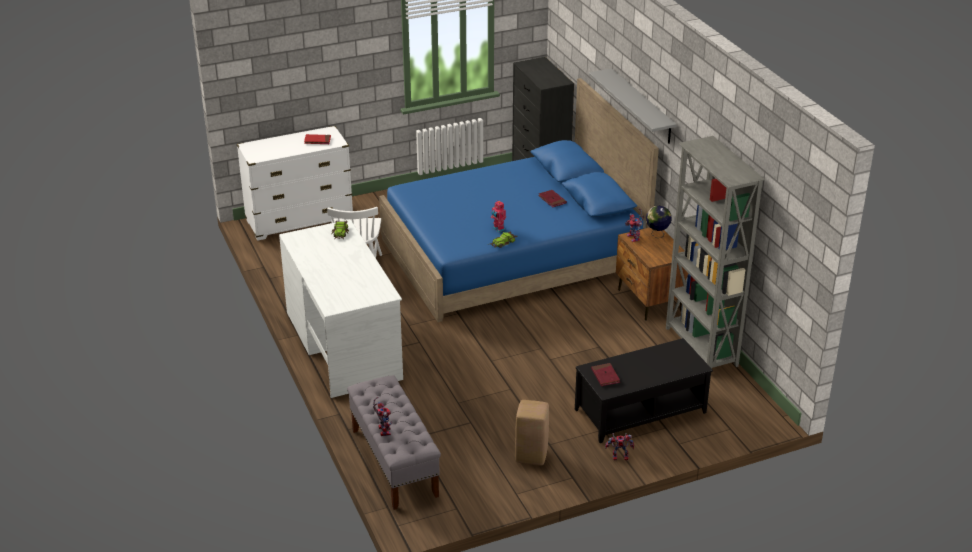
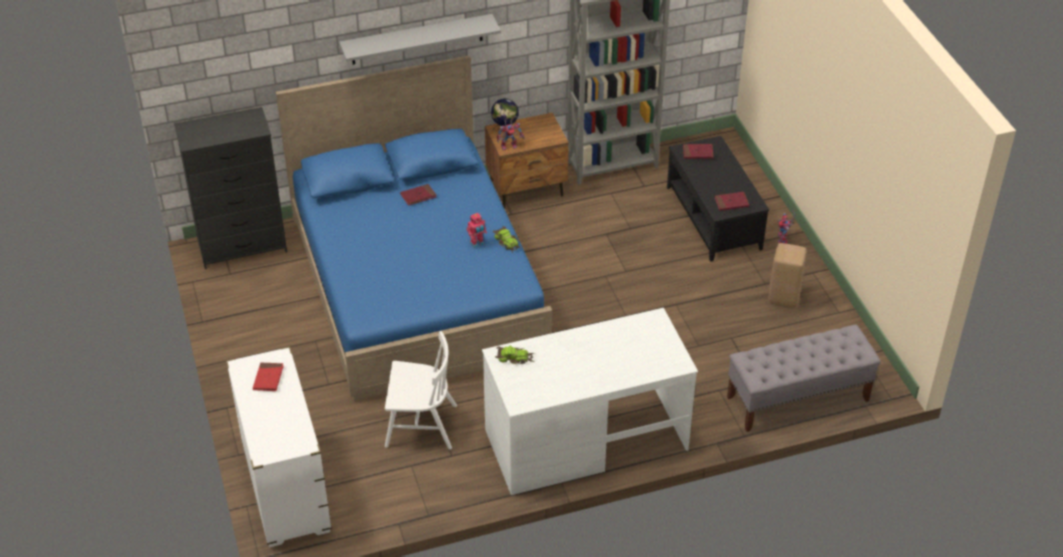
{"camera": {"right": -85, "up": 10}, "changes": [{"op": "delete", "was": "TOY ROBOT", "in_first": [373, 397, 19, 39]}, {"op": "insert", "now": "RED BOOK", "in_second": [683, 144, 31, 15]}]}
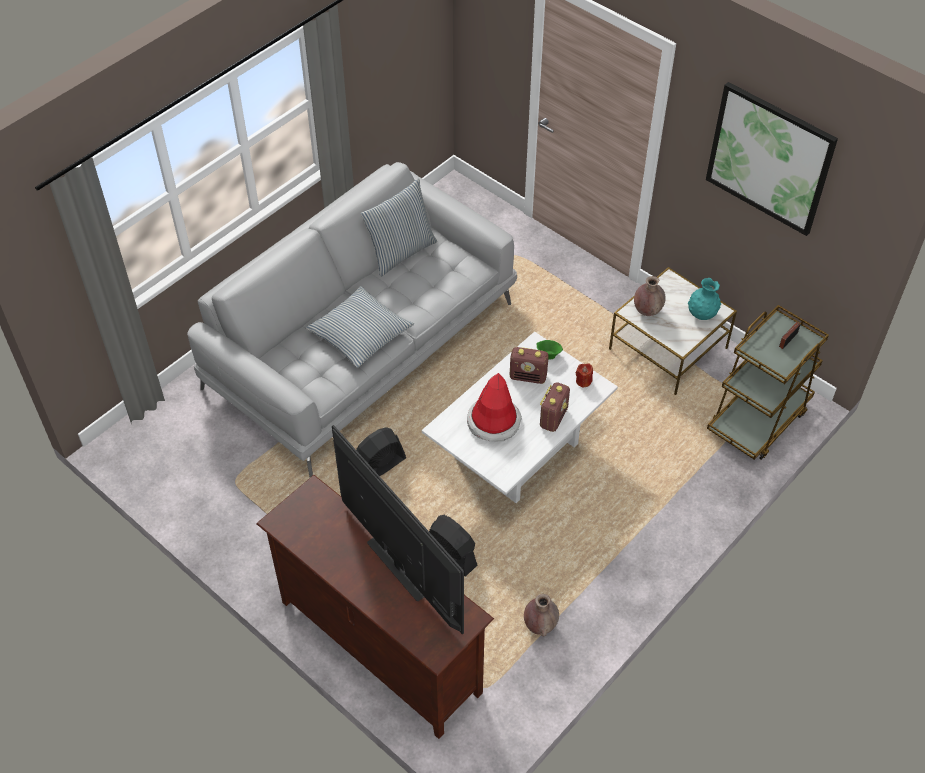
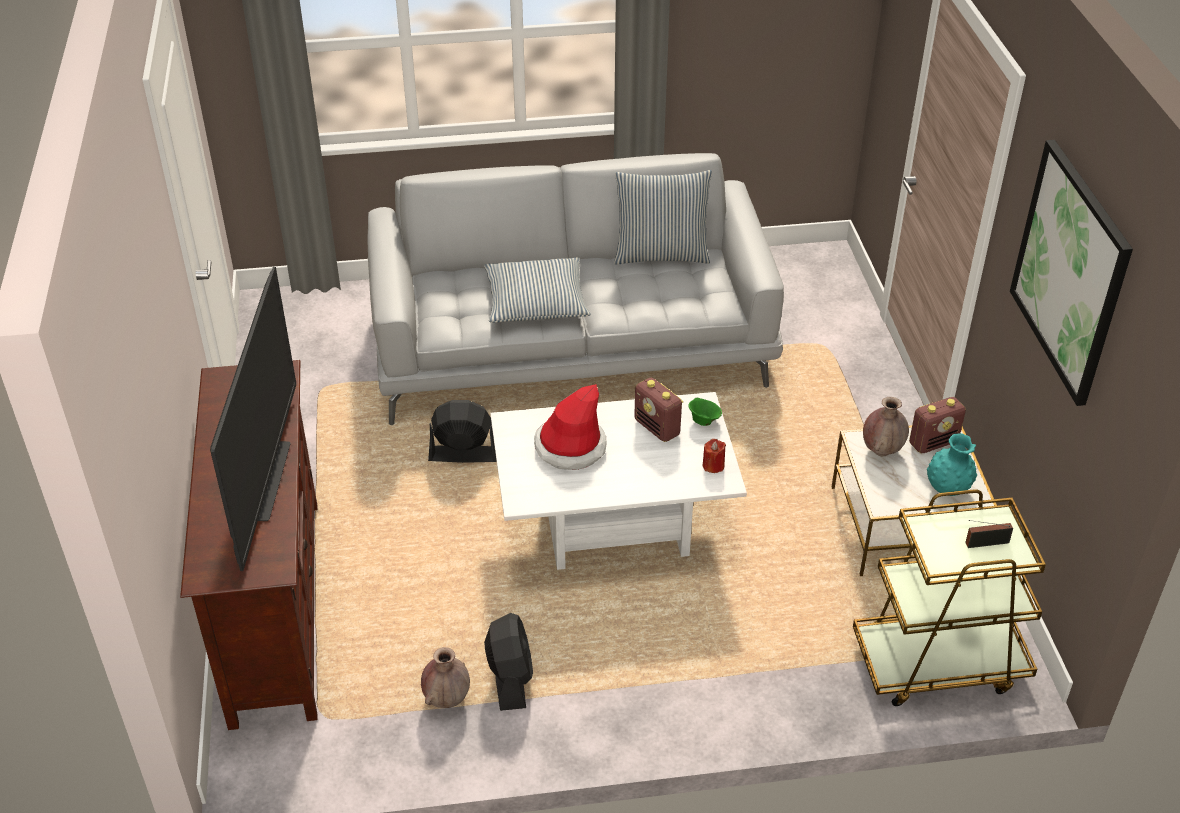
{"camera": {"right": 40, "up": -10}, "changes": [{"op": "move", "was": "RADIO", "in_first": [540, 382, 30, 50], "in_second": [909, 397, 57, 56]}, {"op": "move", "was": "BLACK FAN", "in_first": [429, 515, 48, 62], "in_second": [484, 613, 49, 98]}]}
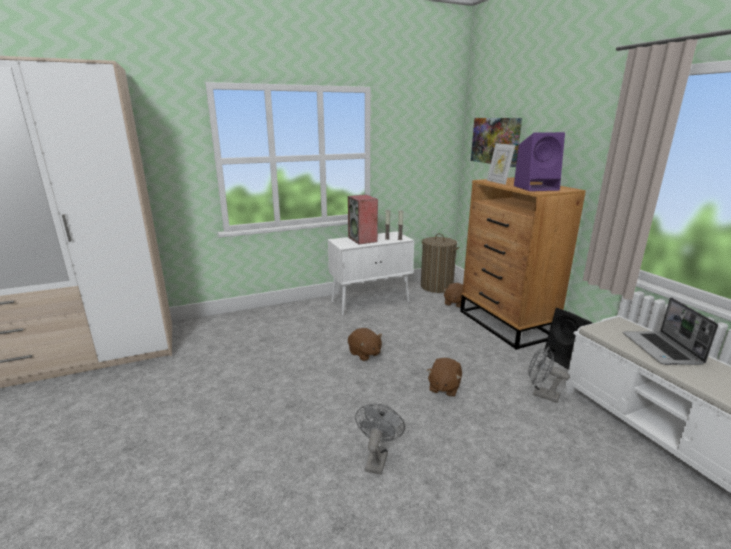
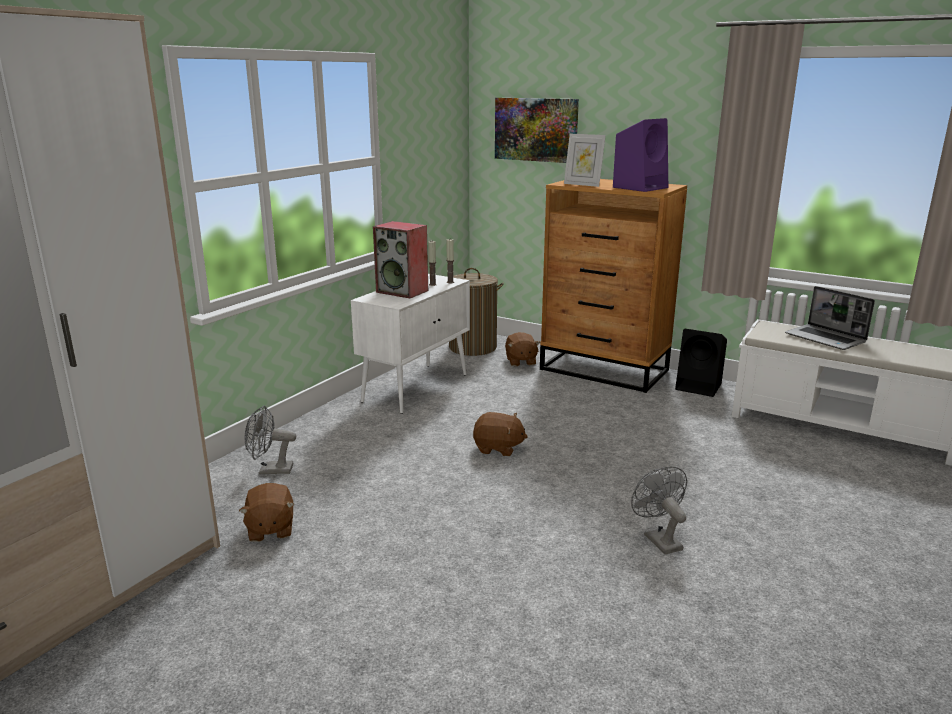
{"camera": {"right": -35, "up": 0}, "changes": [{"op": "move", "was": "GREY FAN", "in_first": [528, 347, 42, 56], "in_second": [244, 405, 52, 69]}, {"op": "move", "was": "BROWN PLUSH TOY", "in_first": [427, 358, 35, 39], "in_second": [239, 483, 55, 59]}]}
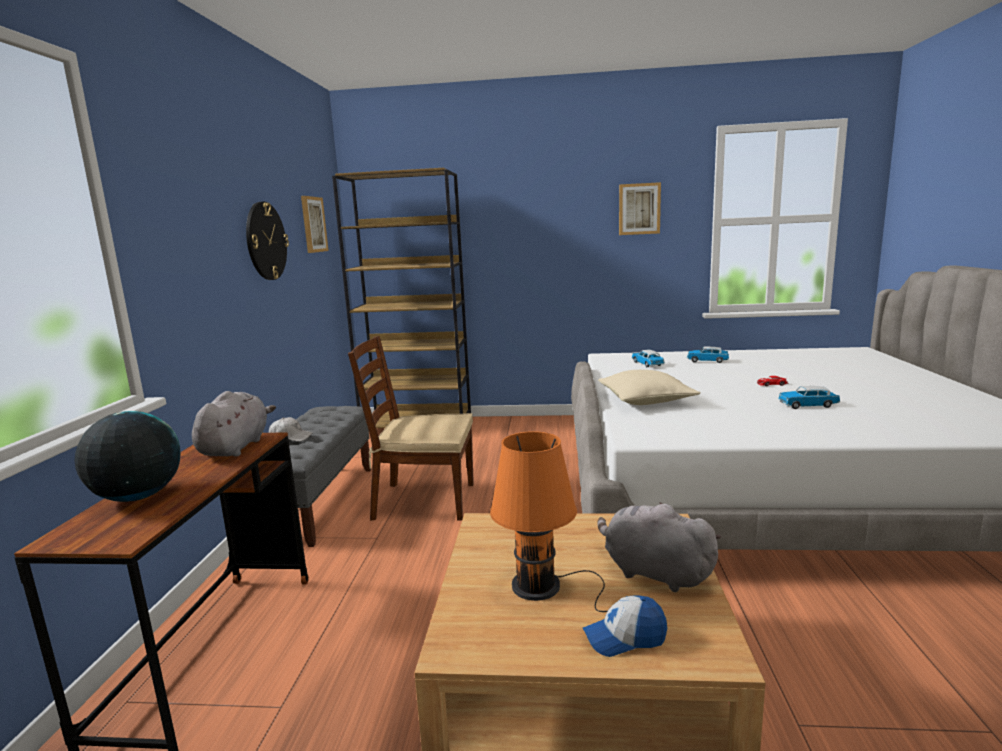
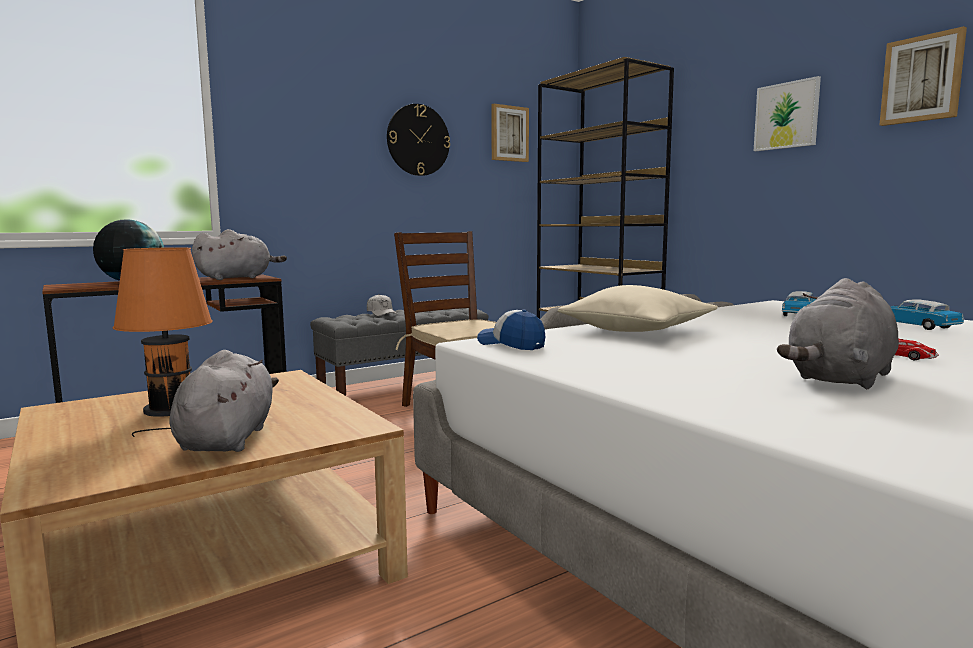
{"camera": {"right": 50, "up": -5}, "changes": [{"op": "replace", "was": "TOY CAR", "now": "GREY PLUSH TOY", "in_first": [778, 386, 62, 23], "in_second": [777, 278, 122, 111]}, {"op": "move", "was": "CAP", "in_first": [583, 595, 84, 62], "in_second": [477, 309, 68, 41]}, {"op": "insert", "now": "PICTURE", "in_second": [754, 76, 67, 75]}]}
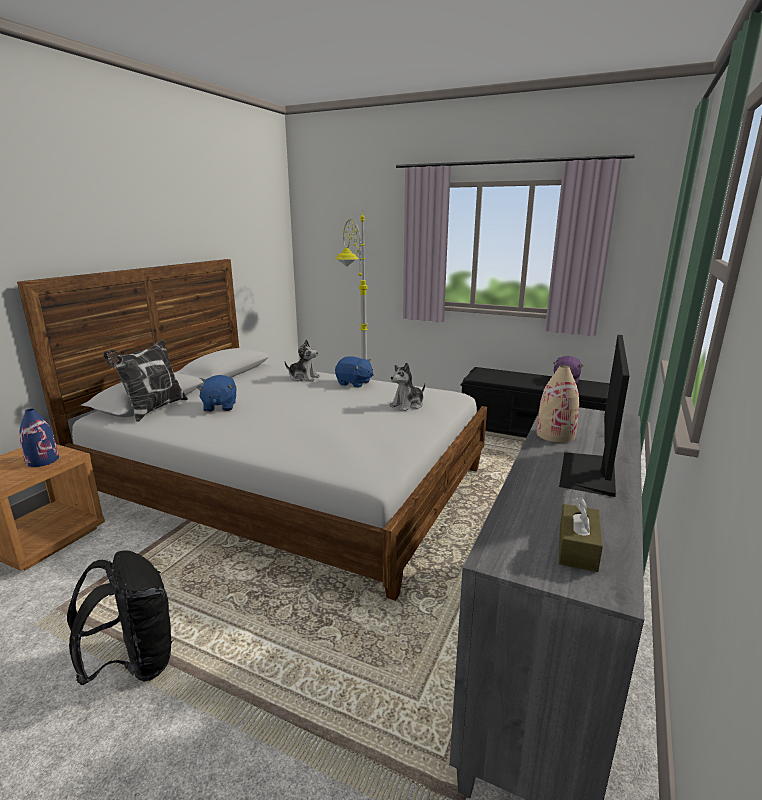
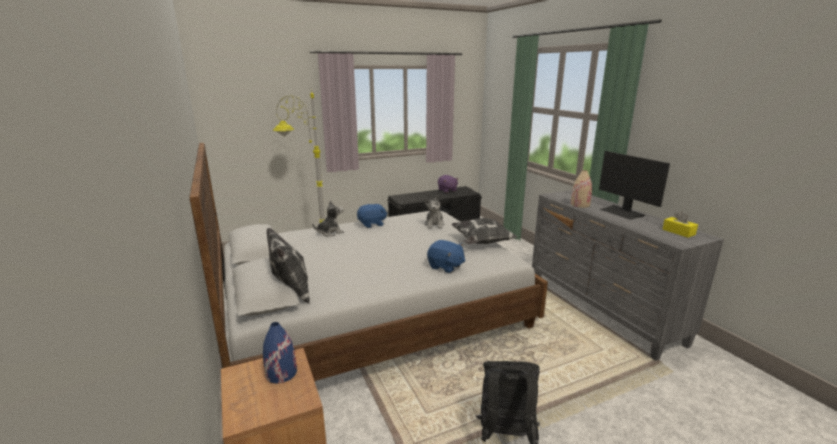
{"camera": {"right": -50, "up": 0}, "changes": [{"op": "move", "was": "BLUE PLUSH TOY", "in_first": [197, 375, 39, 37], "in_second": [427, 240, 38, 33]}, {"op": "recolor", "was": "BROWN TISSUE BOX", "now": "YELLOW TISSUE BOX", "in_first": [559, 497, 44, 75], "in_second": [662, 211, 36, 27]}, {"op": "insert", "now": "PILLOW", "in_second": [451, 218, 67, 26]}]}
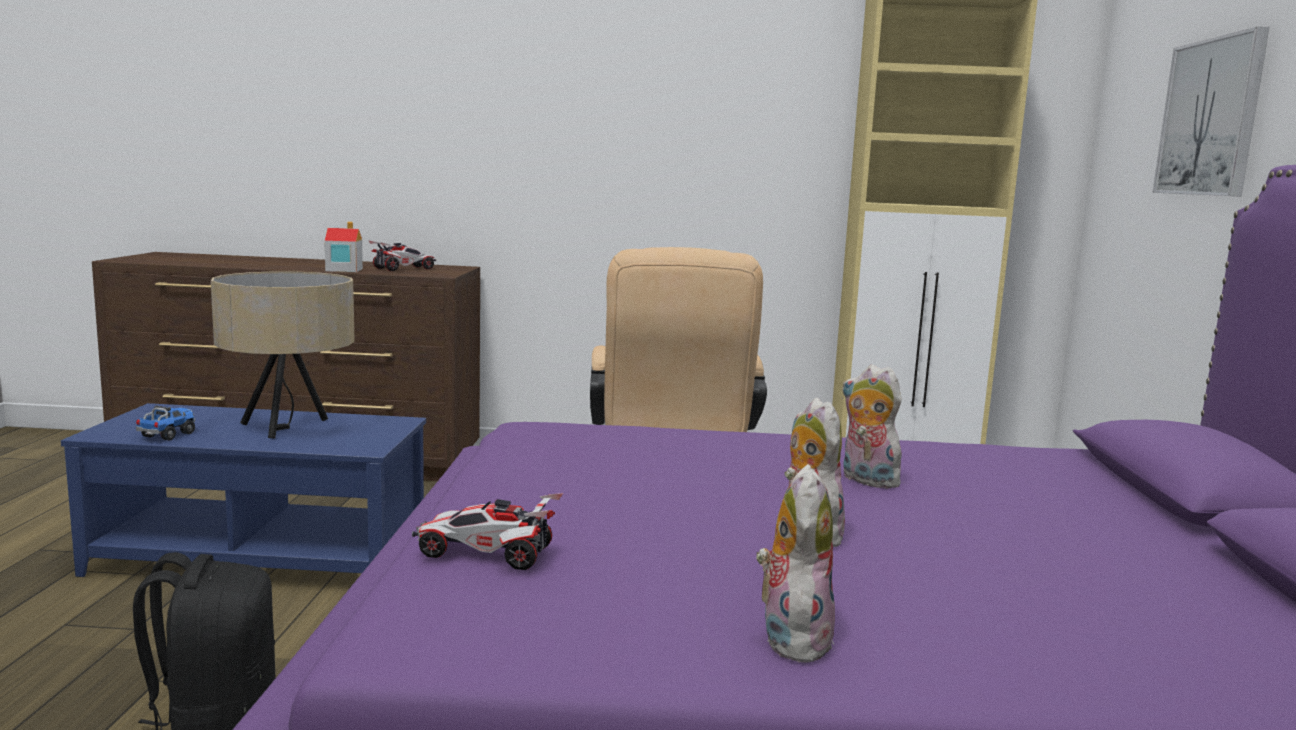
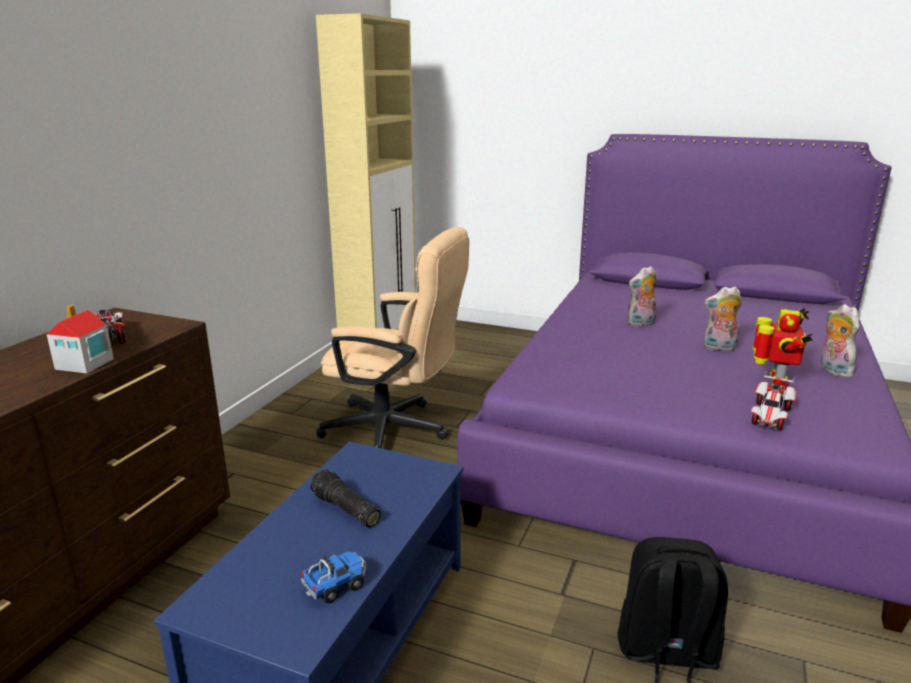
{"camera": {"right": -70, "up": 10}, "changes": [{"op": "delete", "was": "PICTURE", "in_first": [1152, 27, 117, 170]}, {"op": "replace", "was": "BEIGE TABLE LAMP", "now": "FLASHLIGHT", "in_first": [211, 271, 144, 167], "in_second": [310, 469, 71, 58]}, {"op": "rotate", "was": "TOY TRUCK", "in_first": [136, 405, 59, 35], "in_second": [301, 552, 66, 51], "clockwise": 105}, {"op": "rotate", "was": "PLUSH TOY", "in_first": [756, 464, 79, 200], "in_second": [821, 304, 39, 73], "clockwise": 45}, {"op": "insert", "now": "TOY ROBOT", "in_second": [752, 308, 61, 82]}]}
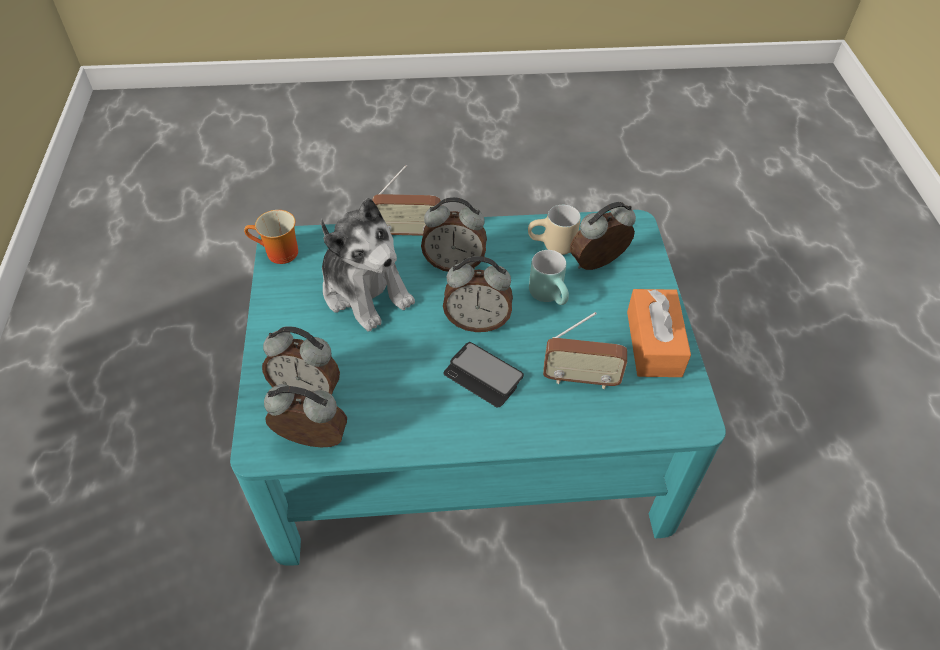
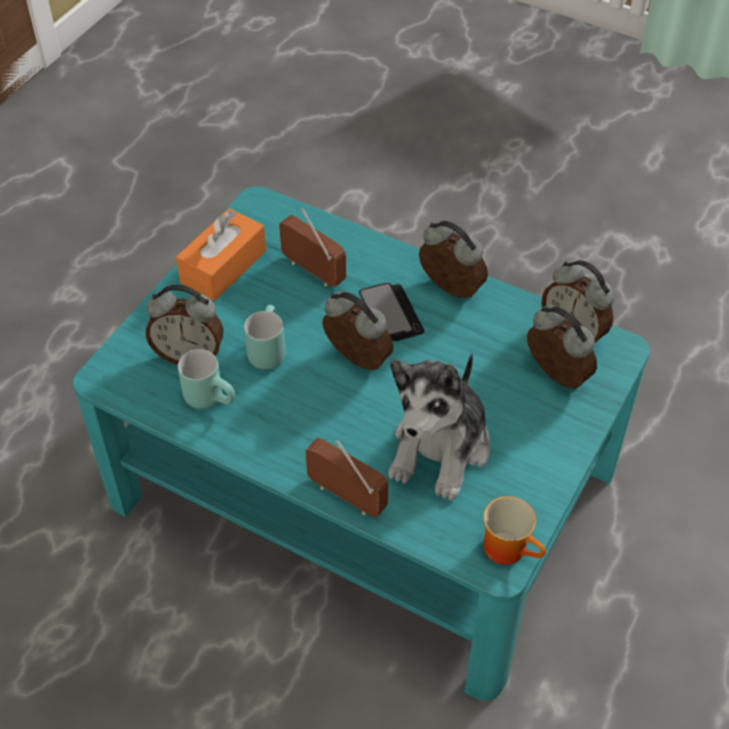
{"camera": {"right": -145, "up": 0}, "changes": [{"op": "move", "was": "ALARM CLOCK", "in_first": [421, 197, 66, 75], "in_second": [419, 221, 69, 77]}, {"op": "rotate", "was": "PLUSH TOY", "in_first": [321, 198, 94, 133], "in_second": [388, 353, 102, 148], "clockwise": -150}, {"op": "recolor", "was": "BEIGE MUG", "now": "TURQUOISE MUG", "in_first": [528, 205, 53, 50], "in_second": [178, 349, 57, 60]}]}
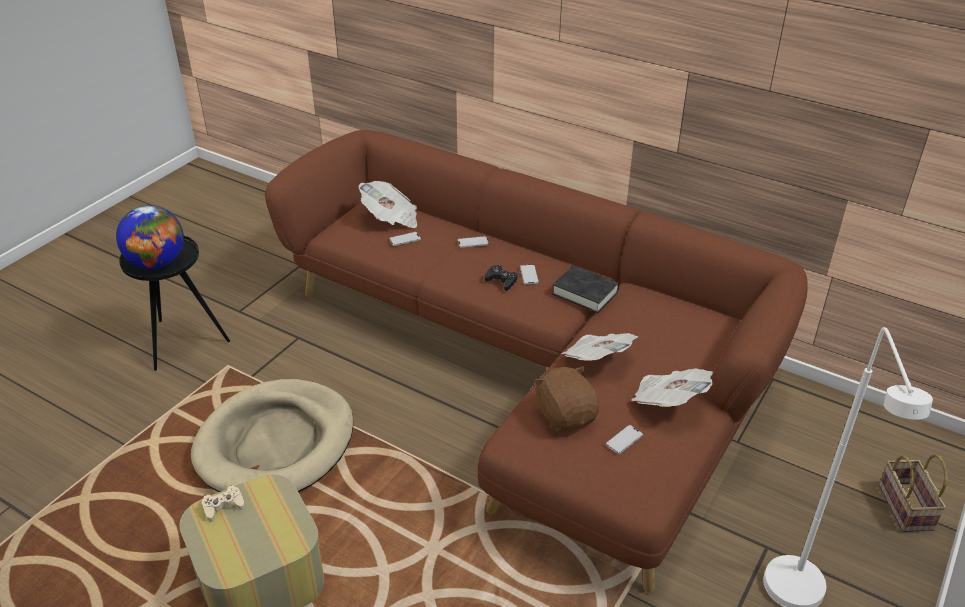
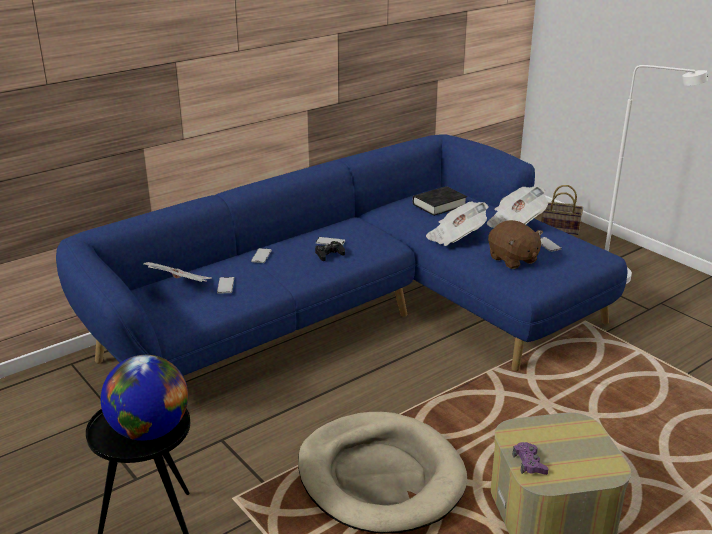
{"camera": {"right": -70, "up": -10}, "changes": [{"op": "recolor", "was": "BROWN SOFA", "now": "BLUE SOFA", "in_first": [265, 130, 543, 463], "in_second": [56, 134, 571, 242]}, {"op": "move", "was": "BLACK BOOK", "in_first": [552, 265, 67, 48], "in_second": [412, 186, 55, 30]}, {"op": "rotate", "was": "BROWN PLUSH TOY", "in_first": [533, 366, 66, 66], "in_second": [488, 220, 55, 49], "clockwise": -120}, {"op": "recolor", "was": "BEIGE GAME CONTROLLER", "now": "PURPLE GAME CONTROLLER", "in_first": [202, 485, 43, 37], "in_second": [512, 442, 36, 33]}]}
